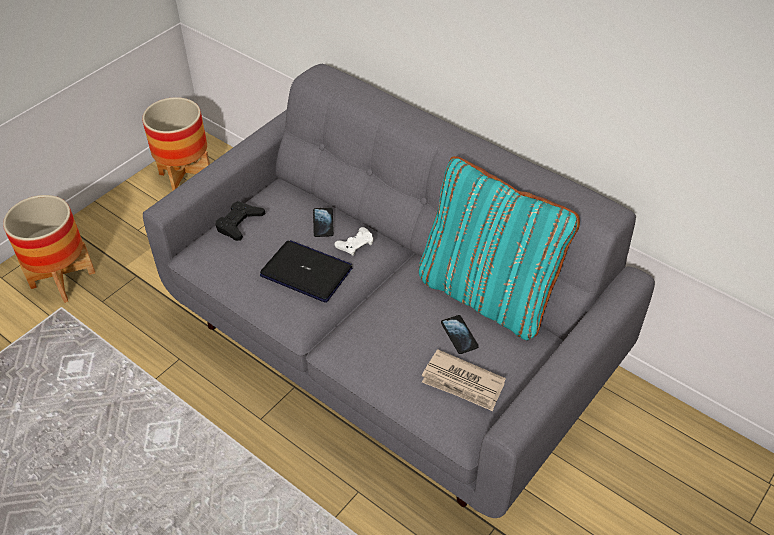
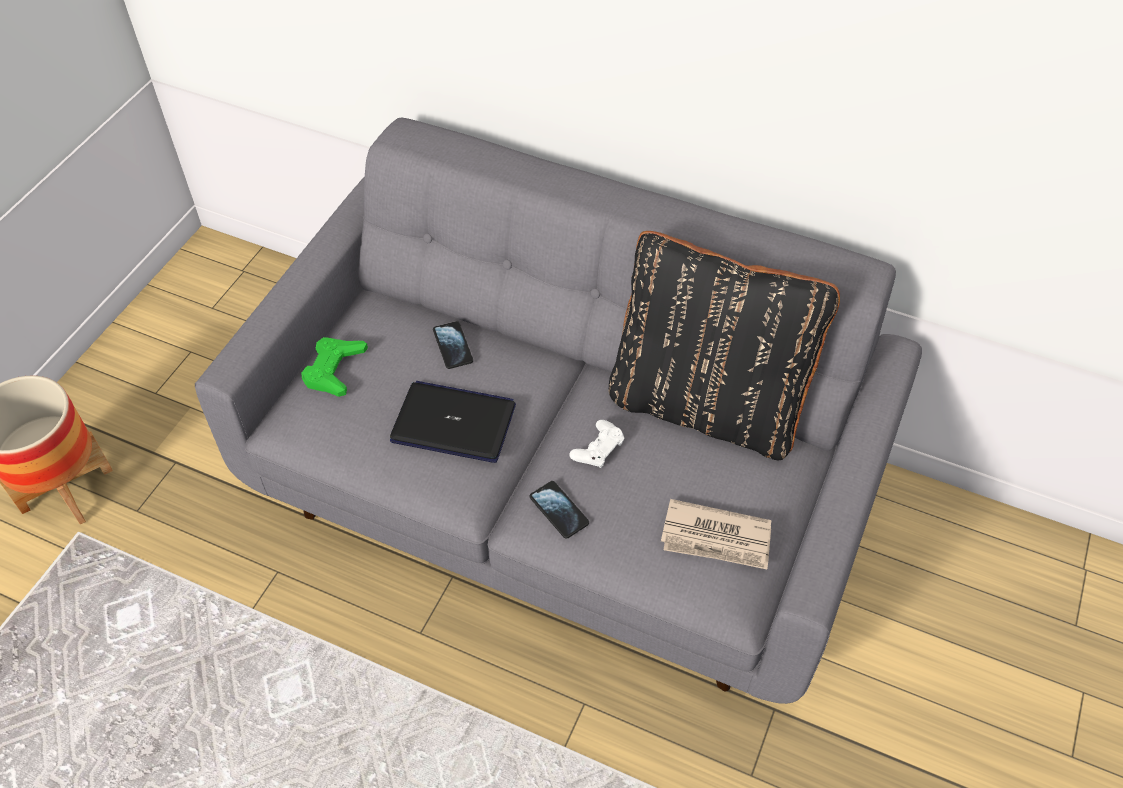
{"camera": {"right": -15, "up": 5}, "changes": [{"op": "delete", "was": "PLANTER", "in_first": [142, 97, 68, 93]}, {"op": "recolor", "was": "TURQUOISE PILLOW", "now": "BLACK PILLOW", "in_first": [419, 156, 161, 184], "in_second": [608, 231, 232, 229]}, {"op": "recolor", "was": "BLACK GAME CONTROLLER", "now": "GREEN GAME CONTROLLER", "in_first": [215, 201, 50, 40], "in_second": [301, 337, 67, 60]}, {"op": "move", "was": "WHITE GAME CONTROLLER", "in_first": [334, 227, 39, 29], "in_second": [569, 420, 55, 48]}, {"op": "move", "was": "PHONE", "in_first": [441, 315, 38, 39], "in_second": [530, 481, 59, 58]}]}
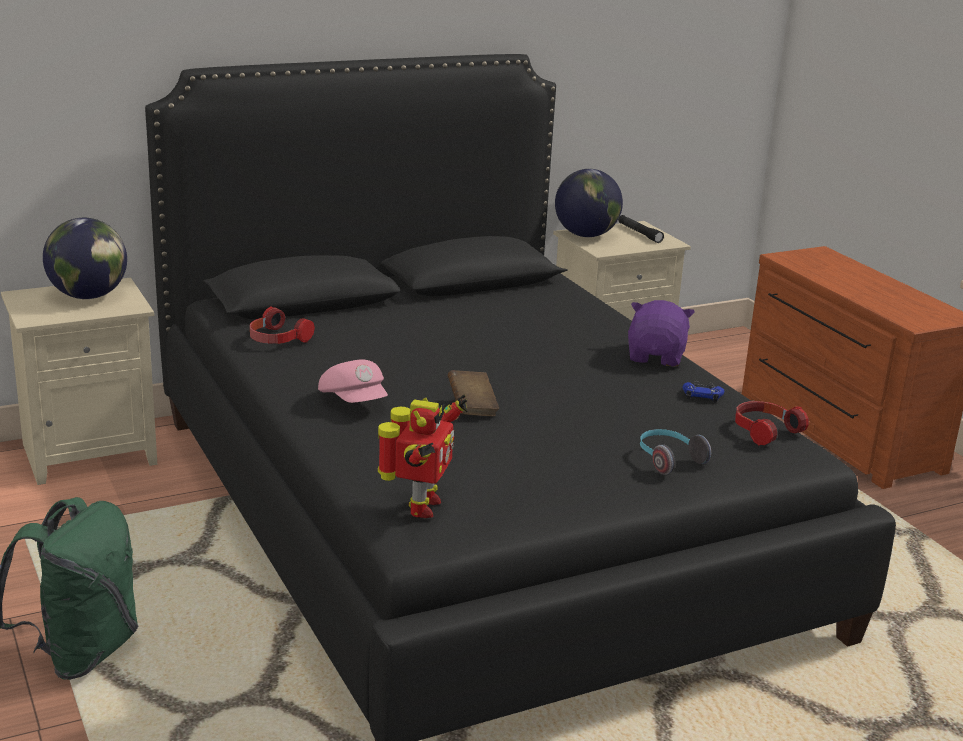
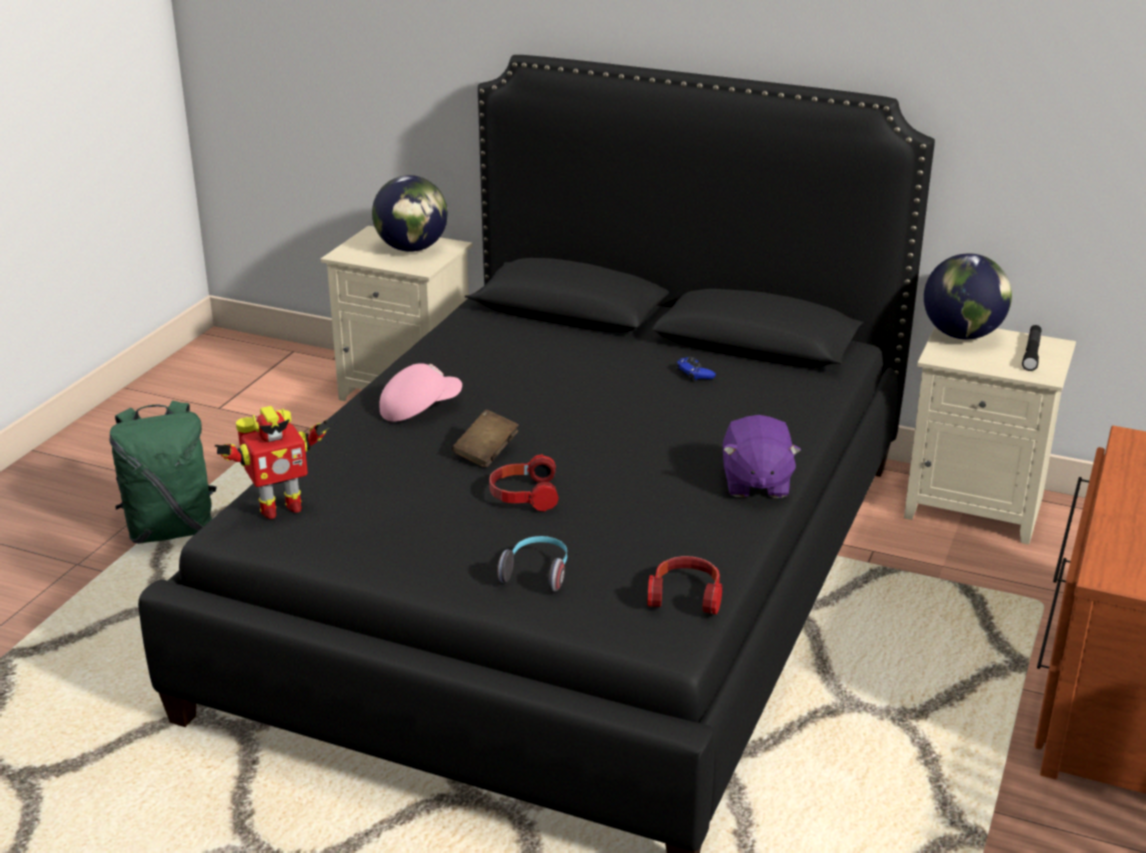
{"camera": {"right": 50, "up": 5}, "changes": [{"op": "rotate", "was": "PURPLE PLUSH TOY", "in_first": [628, 300, 67, 67], "in_second": [723, 415, 78, 83], "clockwise": 120}, {"op": "move", "was": "HEADPHONES", "in_first": [250, 306, 65, 38], "in_second": [489, 454, 70, 58]}, {"op": "rotate", "was": "PINK CAP", "in_first": [318, 359, 70, 44], "in_second": [379, 363, 83, 59], "clockwise": -135}, {"op": "move", "was": "BLUE GAME CONTROLLER", "in_first": [683, 381, 41, 22], "in_second": [676, 357, 40, 25]}]}
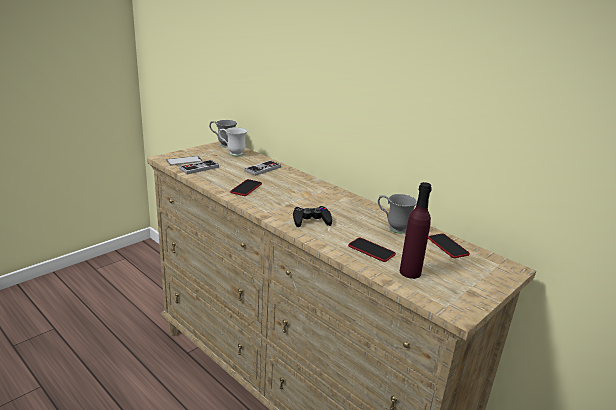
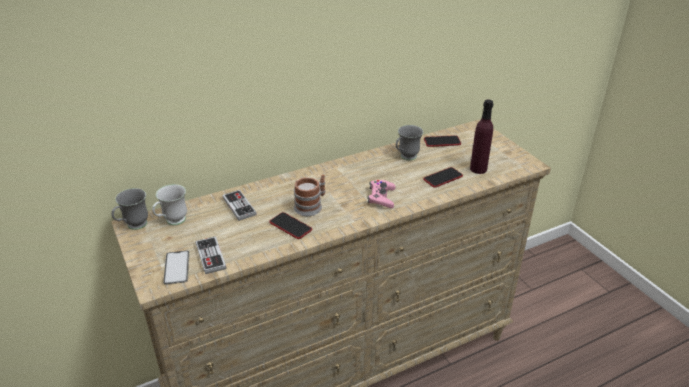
{"camera": {"right": -70, "up": 10}, "changes": [{"op": "recolor", "was": "BLACK GAME CONTROLLER", "now": "PINK GAME CONTROLLER", "in_first": [293, 206, 39, 21], "in_second": [368, 180, 28, 28]}, {"op": "insert", "now": "MUG", "in_second": [294, 175, 31, 41]}]}
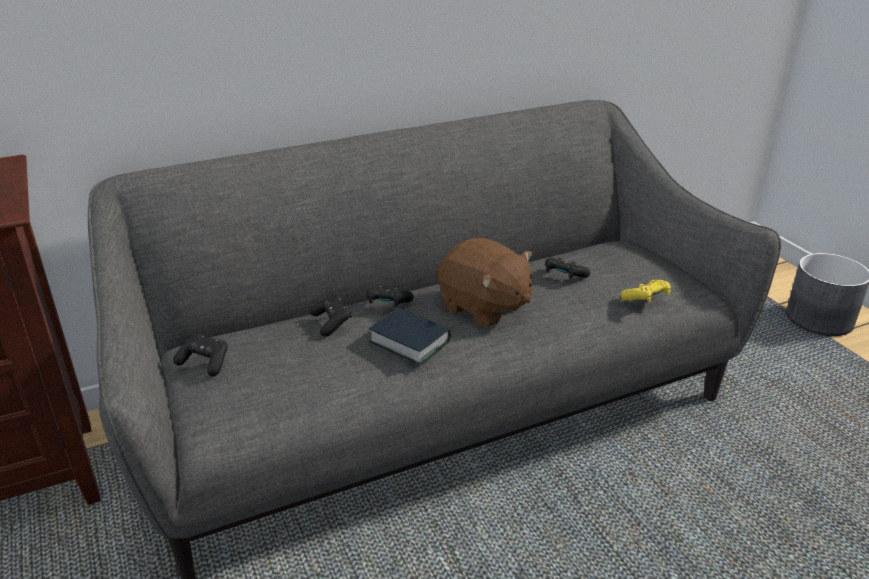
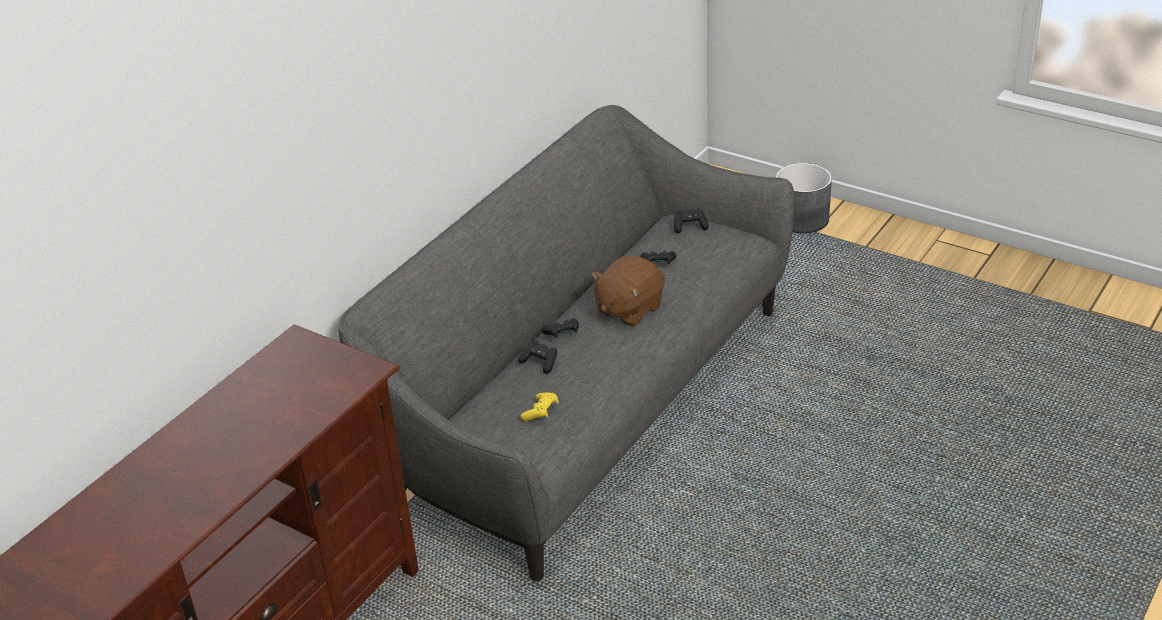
{"camera": {"right": -30, "up": 5}, "changes": [{"op": "rotate", "was": "BROWN PLUSH TOY", "in_first": [437, 238, 95, 89], "in_second": [591, 256, 74, 70], "clockwise": 120}, {"op": "move", "was": "YELLOW GAME CONTROLLER", "in_first": [620, 280, 51, 22], "in_second": [520, 392, 39, 29]}, {"op": "delete", "was": "BOOK", "in_first": [369, 308, 82, 57]}, {"op": "move", "was": "BLACK GAME CONTROLLER", "in_first": [173, 333, 55, 44], "in_second": [674, 208, 35, 25]}]}
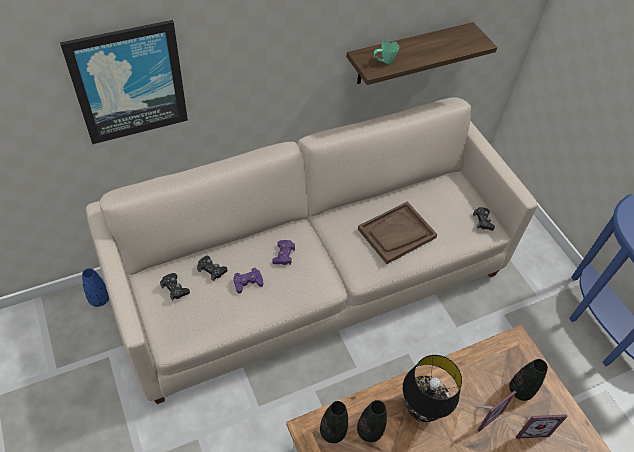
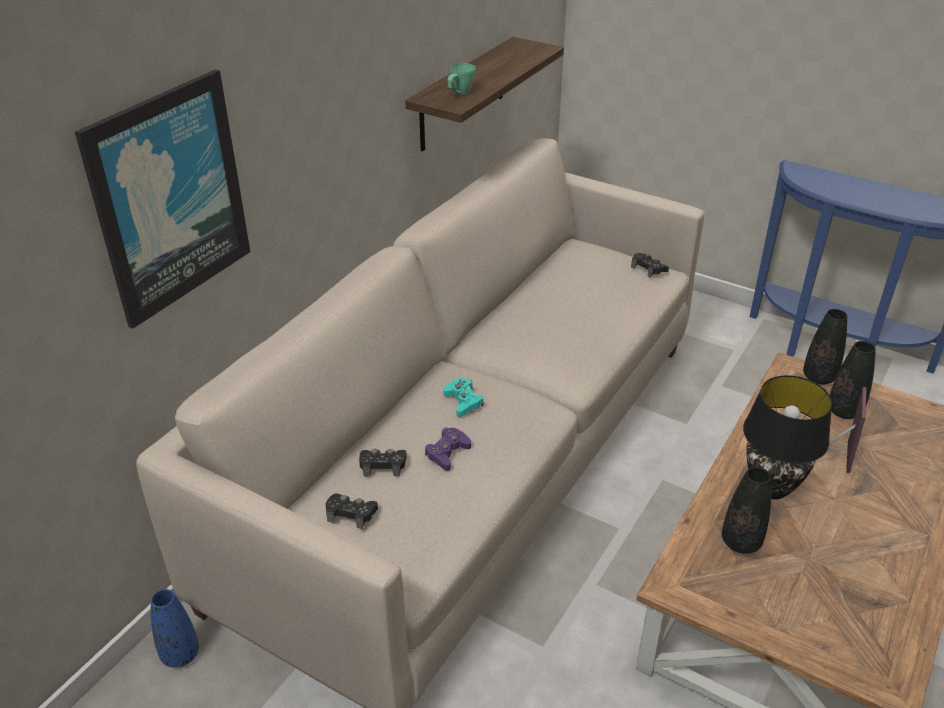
{"camera": {"right": -30, "up": -15}, "changes": [{"op": "delete", "was": "BROWN TRAY", "in_first": [358, 201, 80, 63]}, {"op": "recolor", "was": "PURPLE GAME CONTROLLER", "now": "TURQUOISE GAME CONTROLLER", "in_first": [273, 240, 22, 25], "in_second": [443, 378, 41, 39]}, {"op": "move", "was": "BLACK VASE", "in_first": [320, 401, 28, 42], "in_second": [803, 309, 44, 76]}, {"op": "delete", "was": "PICTURE FRAME", "in_first": [516, 414, 52, 25]}]}
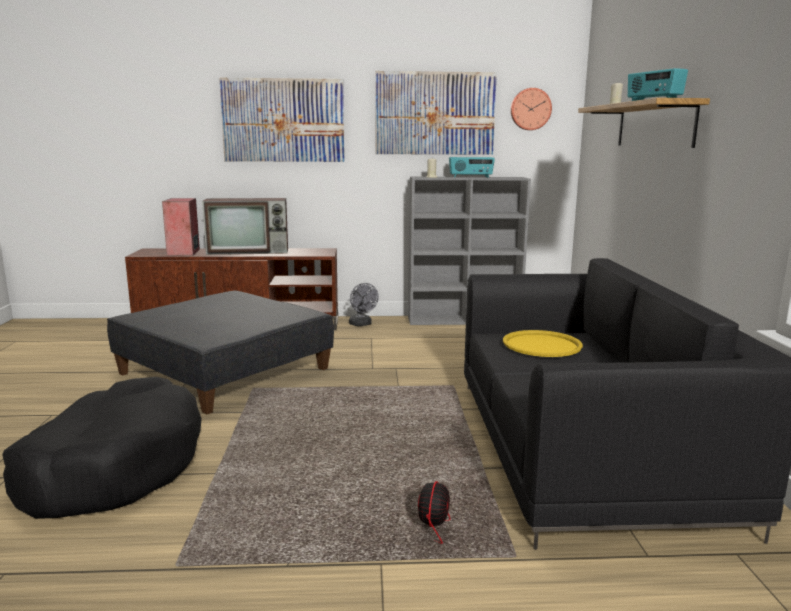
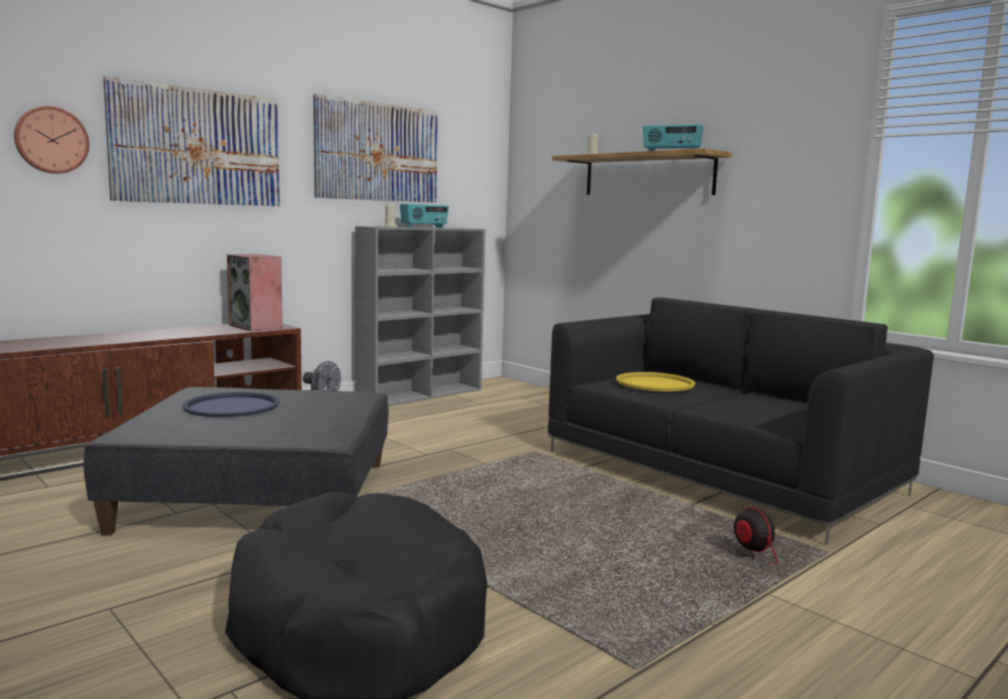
{"camera": {"right": -40, "up": -5}, "changes": [{"op": "move", "was": "WALL CLOCK", "in_first": [511, 88, 41, 42], "in_second": [14, 106, 75, 68]}, {"op": "move", "was": "SPEAKER", "in_first": [162, 198, 38, 58], "in_second": [227, 254, 55, 77]}, {"op": "delete", "was": "TELEVISION", "in_first": [202, 198, 86, 57]}, {"op": "insert", "now": "BLUE TRAY", "in_second": [182, 392, 98, 25]}]}
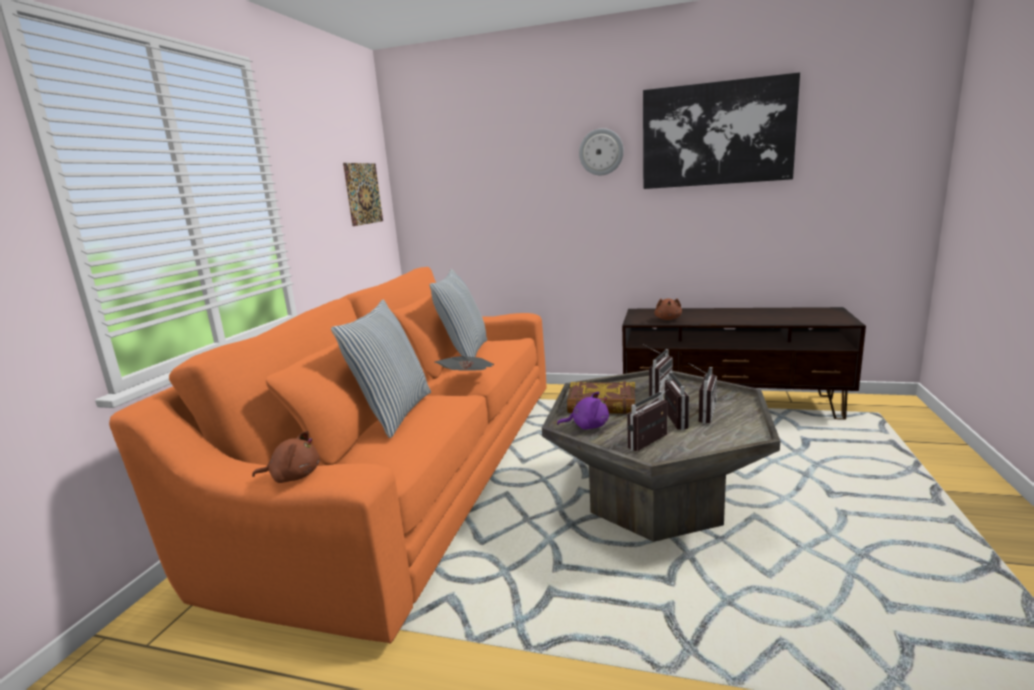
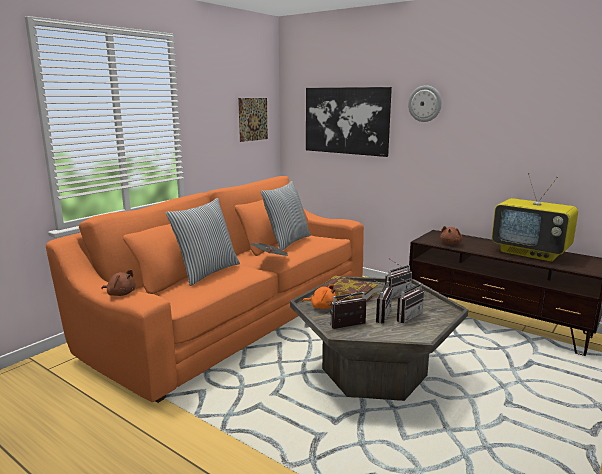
{"camera": {"right": 20, "up": 0}, "changes": [{"op": "move", "was": "PICTURE", "in_first": [643, 72, 157, 117], "in_second": [306, 87, 86, 70]}, {"op": "recolor", "was": "PURPLE PLUSH TOY", "now": "ORANGE PLUSH TOY", "in_first": [557, 391, 52, 39], "in_second": [302, 284, 35, 25]}, {"op": "insert", "now": "TELEVISION", "in_second": [492, 173, 86, 89]}]}
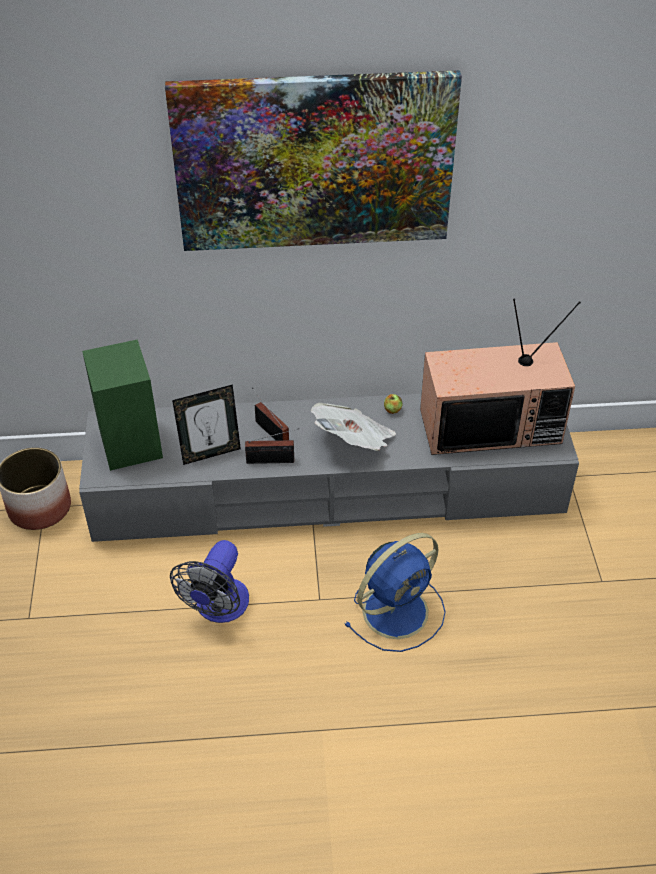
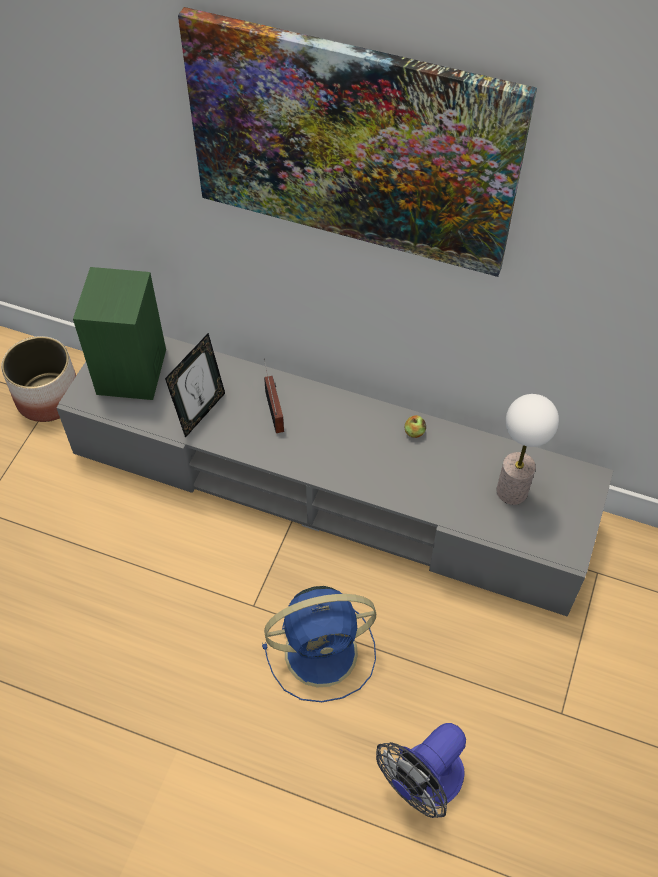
{"camera": {"right": 25, "up": 10}, "changes": [{"op": "replace", "was": "TELEVISION", "now": "TABLE LAMP", "in_first": [420, 299, 161, 156], "in_second": [497, 394, 62, 111]}, {"op": "rotate", "was": "PICTURE FRAME", "in_first": [172, 384, 69, 81], "in_second": [165, 333, 60, 105], "clockwise": -60}, {"op": "delete", "was": "NEWSPAPER", "in_first": [311, 403, 85, 48]}, {"op": "delete", "was": "RADIO", "in_first": [245, 428, 54, 36]}, {"op": "move", "was": "FAN", "in_first": [170, 540, 79, 83], "in_second": [376, 723, 90, 95]}]}
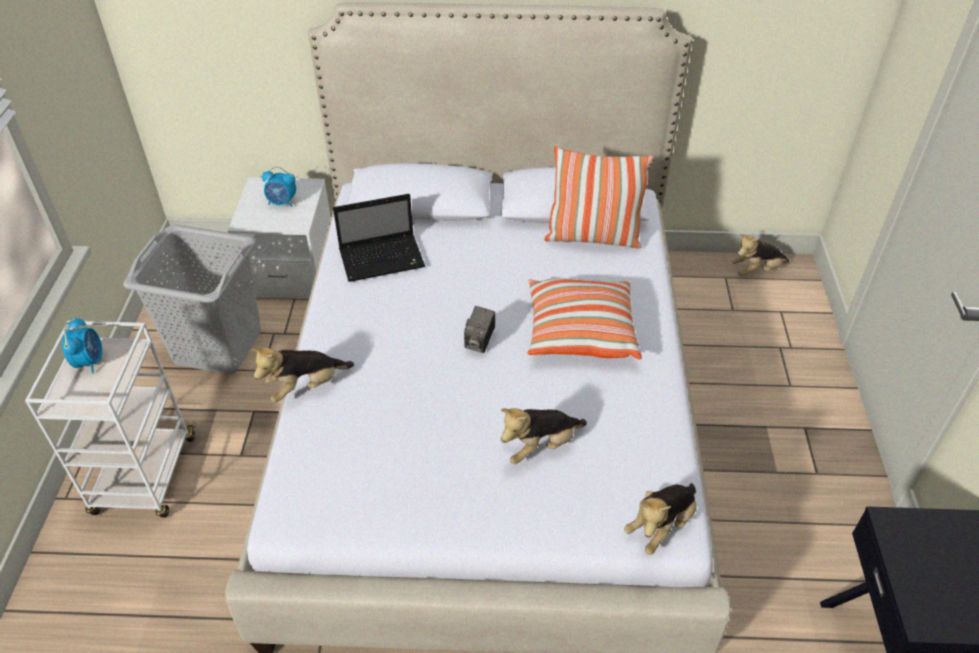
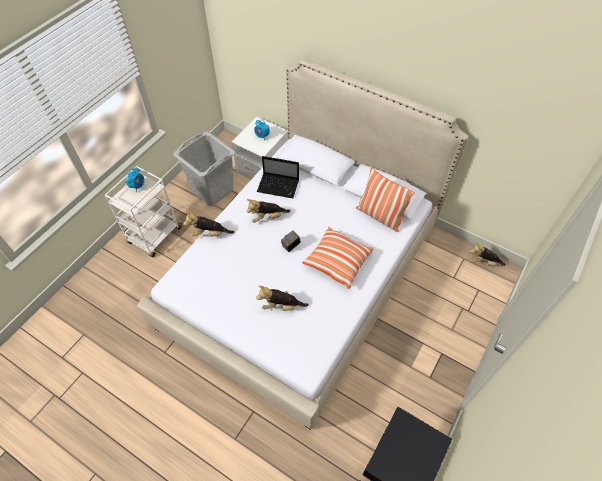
{"camera": {"right": 30, "up": 10}, "changes": [{"op": "move", "was": "PLUSH TOY", "in_first": [624, 483, 73, 72], "in_second": [247, 199, 43, 24]}]}
